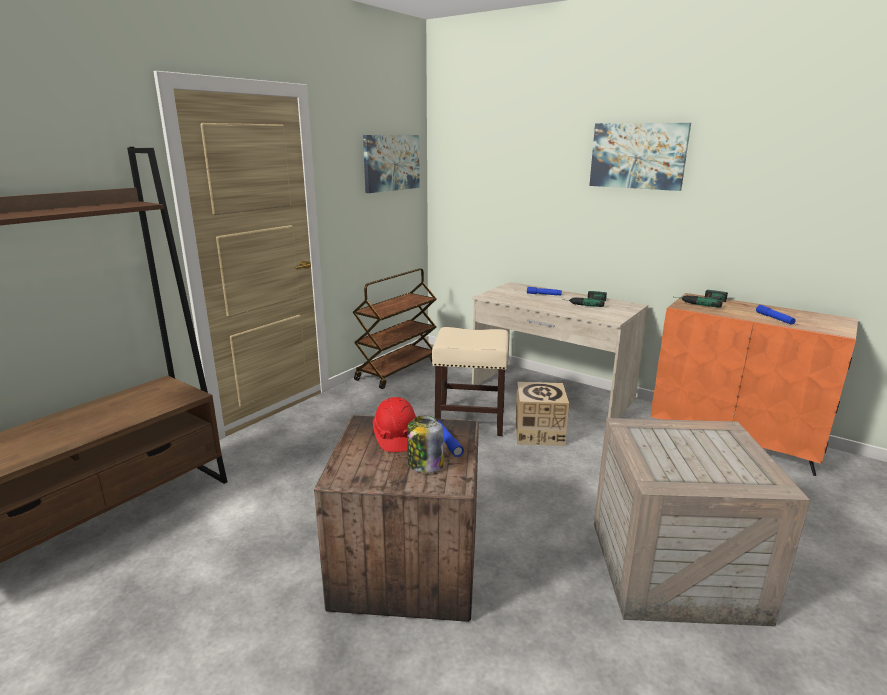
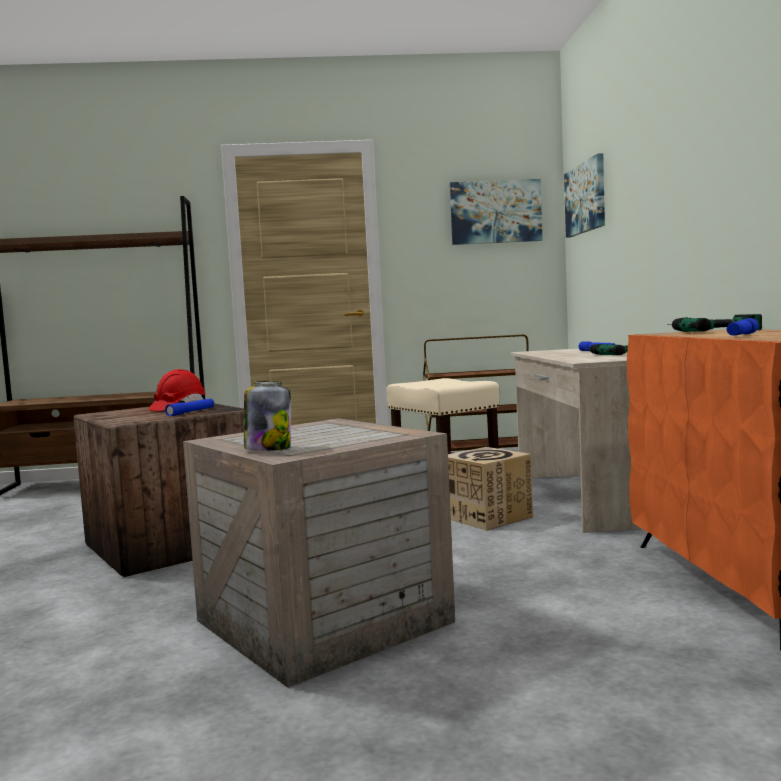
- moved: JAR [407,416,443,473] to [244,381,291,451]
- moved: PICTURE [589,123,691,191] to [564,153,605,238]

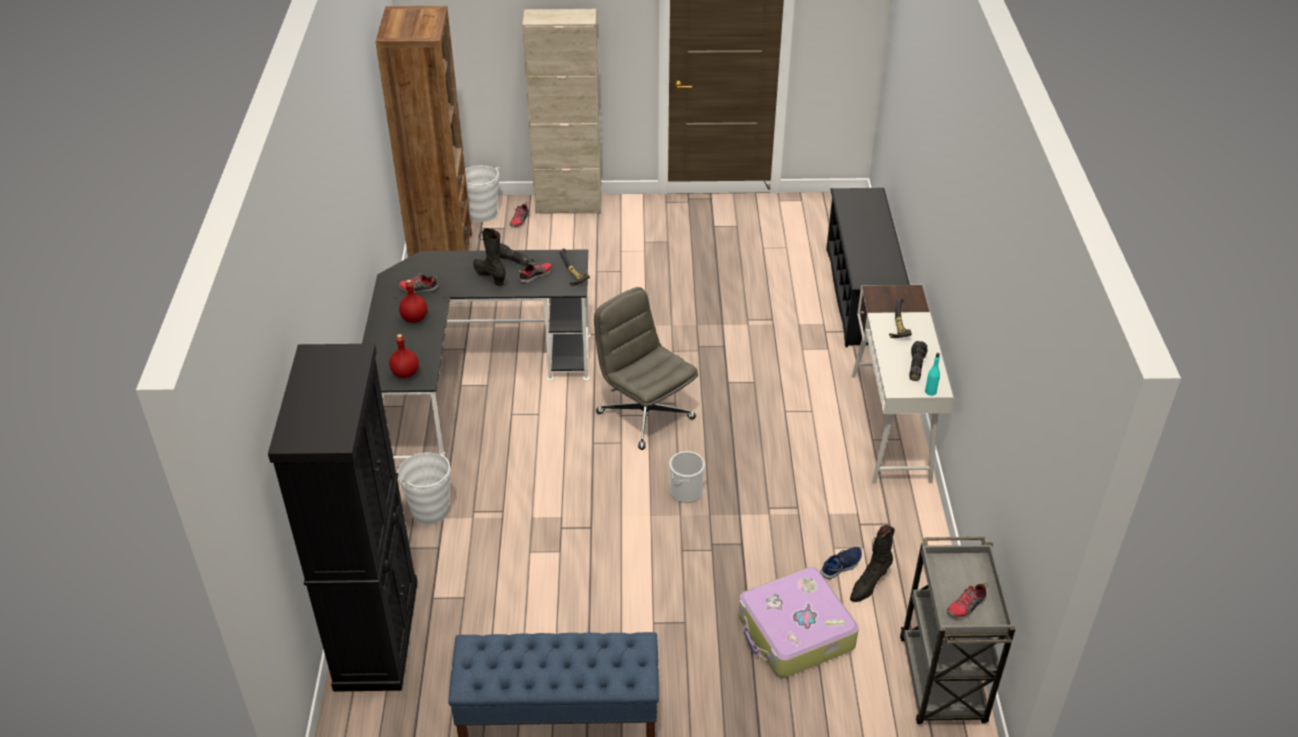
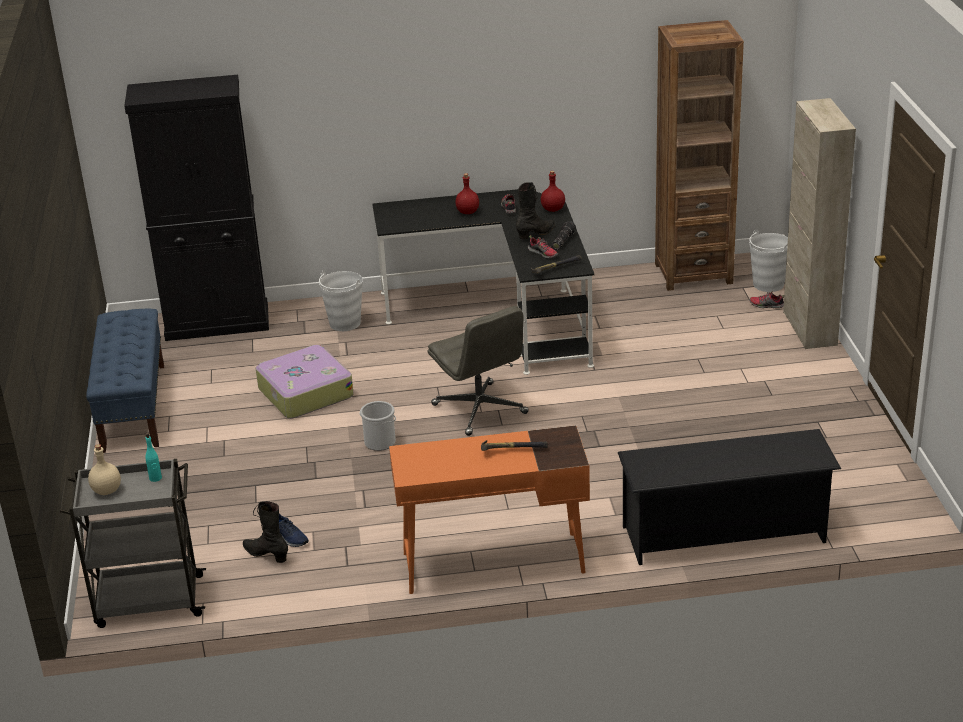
- removed: FLASHLIGHT [909,341,928,381]
- moved: RED BOTTLE [389,334,419,378] to [541,171,565,212]
- moved: SUITCASE [738,567,859,678] to [256,345,354,418]
- moved: TURQUOISE BOTTLE [925,353,940,396] to [145,433,162,482]
- replaced: SHOE [947,582,988,619] to BEIGE BOTTLE [88,444,121,495]
- recoloured: WHITE DESK [851,285,953,484] to ORANGE DESK [389,425,590,594]
- turned: GREY OFFICE CHAIR [594,287,698,450] = [427,306,529,436] 105 degrees clockwise

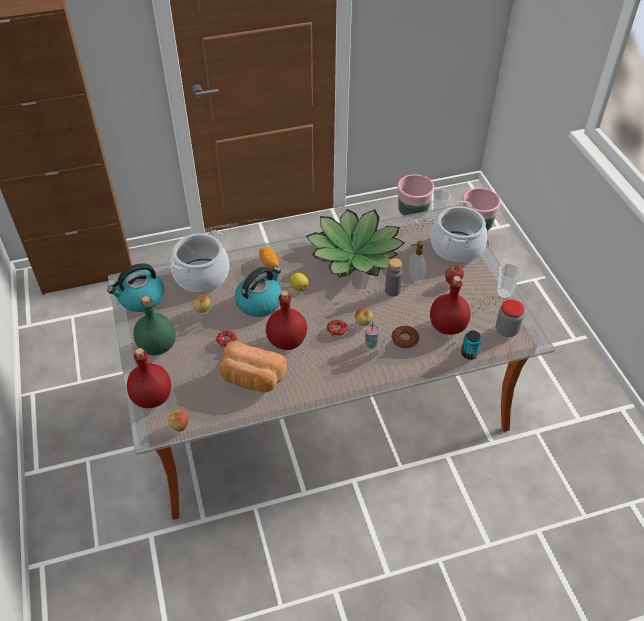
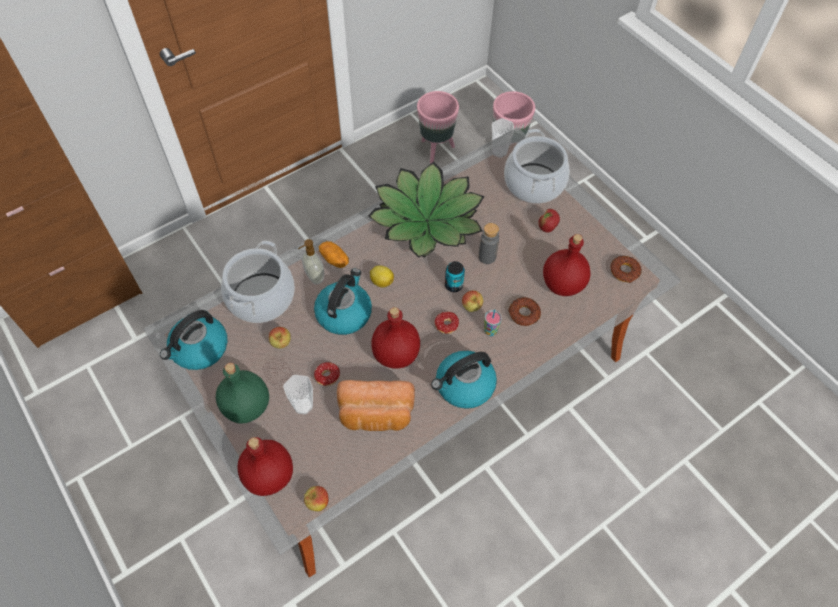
- added: KETTLE [431,351,497,409]
- moved: SOAP DISPENSER [409,241,426,283] to [298,239,324,284]
- moved: CAN [461,330,481,359] to [445,261,465,292]
- moved: CUP [497,263,521,299] to [283,375,313,414]
- replaced: JAR [496,299,525,337] to DONUT [610,256,642,283]

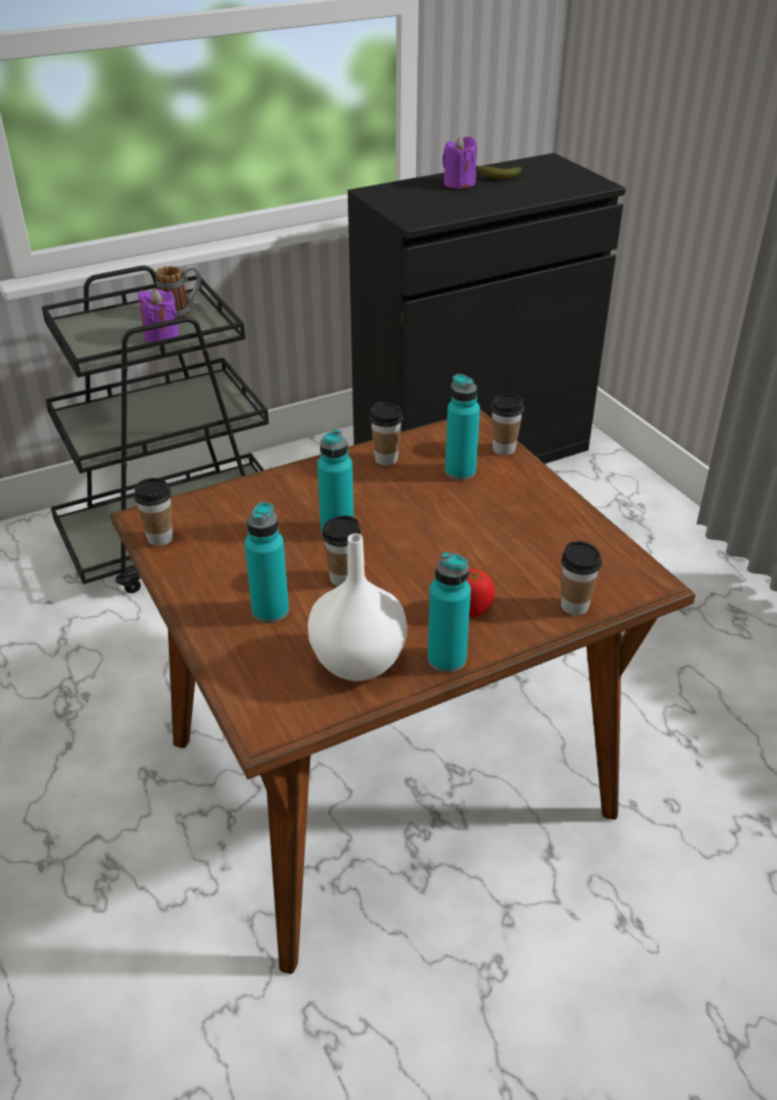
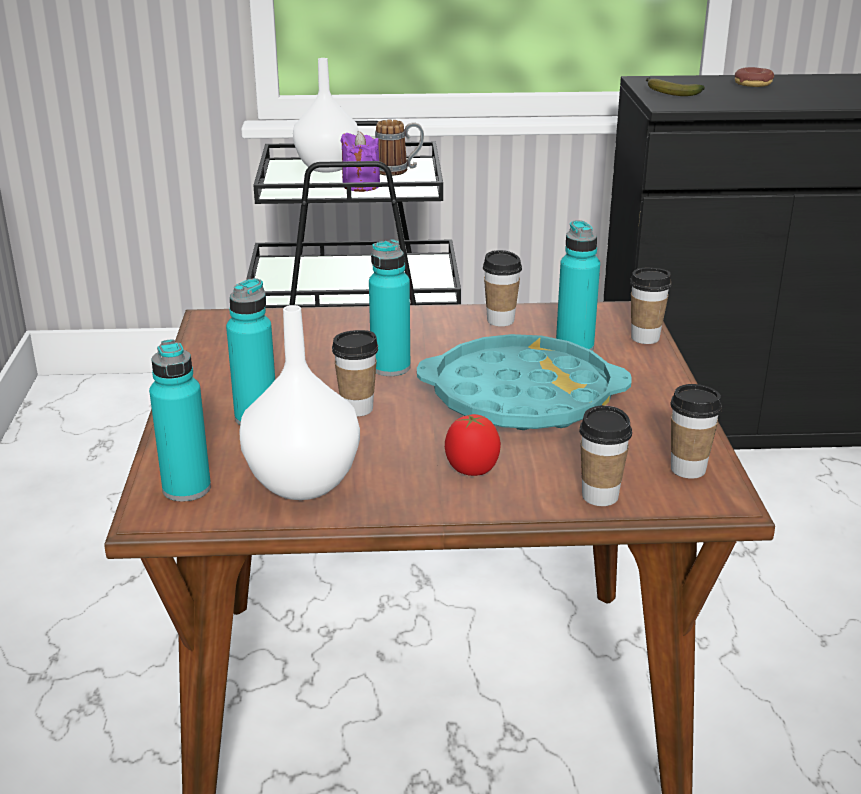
- added: WHITE VASE [293,58,359,173]
- added: TURQUOISE TRAY [417,334,632,430]
- moved: CUP [134,478,173,546] to [670,384,722,479]
- moved: TURQUOISE BOTTLE [427,552,471,673] to [149,339,211,502]
- moved: BANANA [476,166,522,179] to [646,77,705,96]
- replaced: PURPLE CANDLE [442,135,477,189] to DONUT [735,67,774,87]

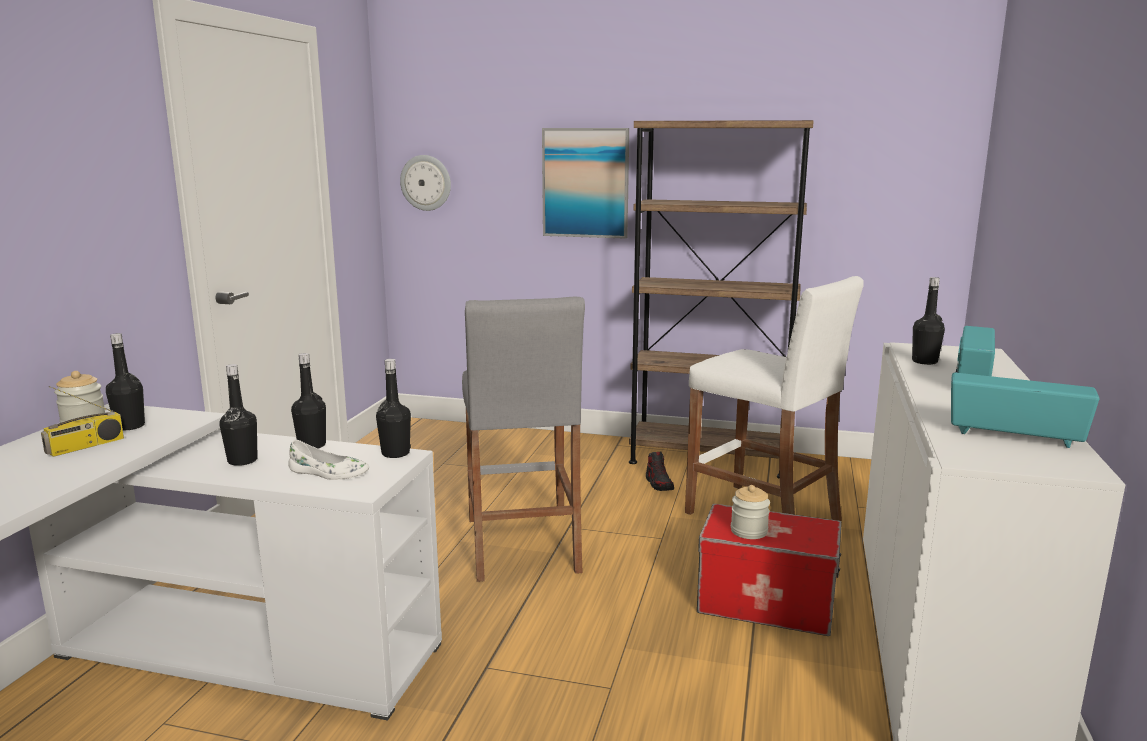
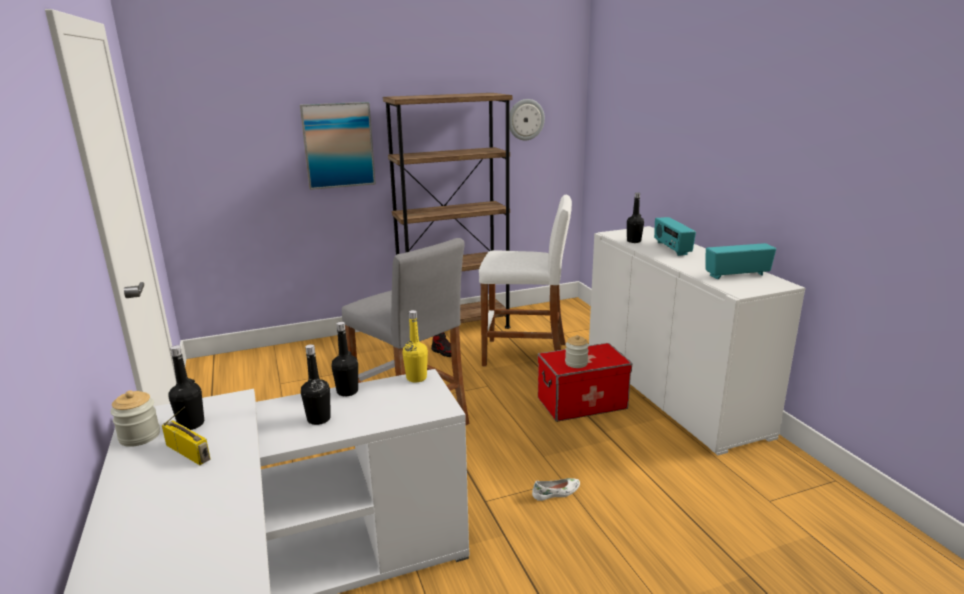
- moved: WHITE SHOE [288,440,369,480] to [532,478,580,501]
- moved: WALL CLOCK [400,155,451,211] to [509,99,545,140]
- recoloured: BLACK BOTTLE [376,359,411,458] to YELLOW BOTTLE [402,310,428,383]
- turned: RADIO [41,386,124,457] = [162,407,211,465] 60 degrees counterclockwise

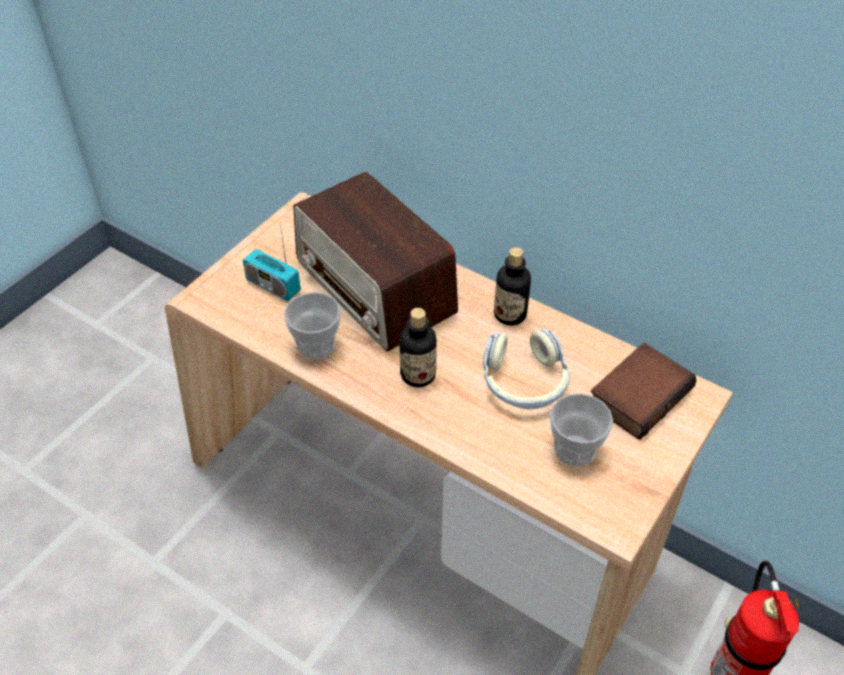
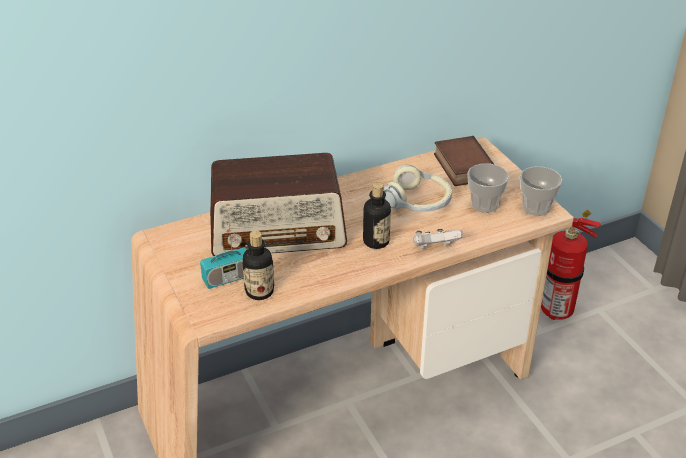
- added: WHITE GAME CONTROLLER [413,229,463,249]
- moved: CUP [284,292,341,359] to [520,166,562,216]
- moved: BOTTLE [494,247,531,326] to [242,231,274,300]

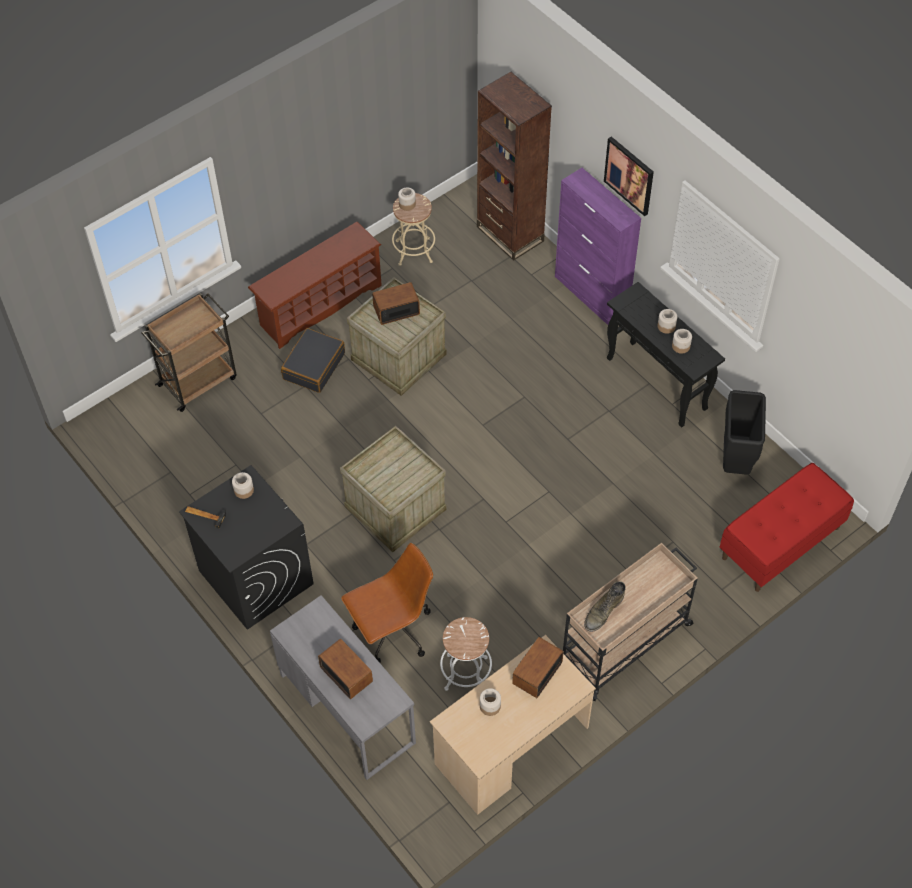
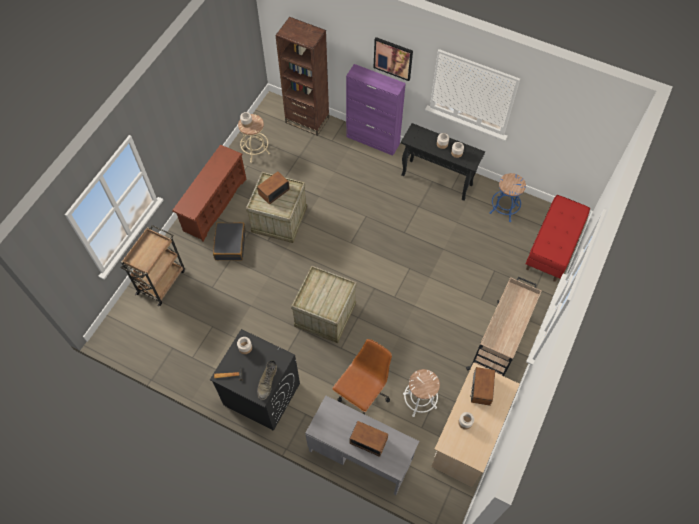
- moved: GREEN BOOT [584,581,626,632] to [257,360,277,400]
- replaced: BLACK TRASH CAN [723,390,766,475] to BLUE STOOL [490,173,526,222]

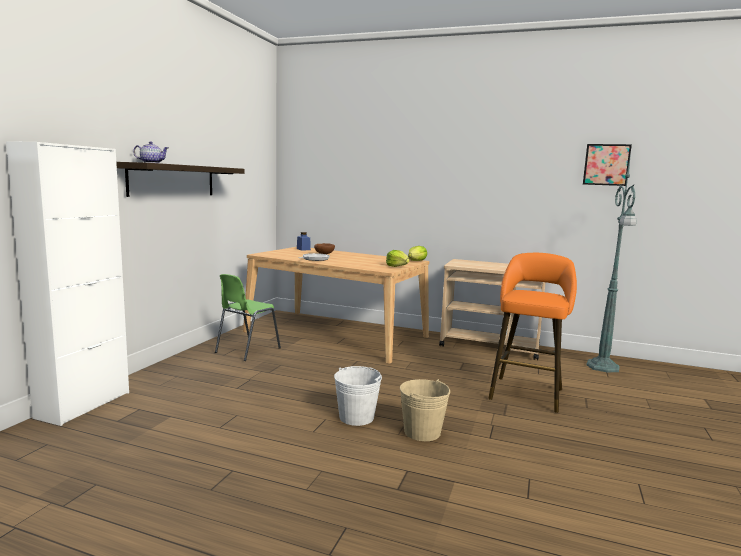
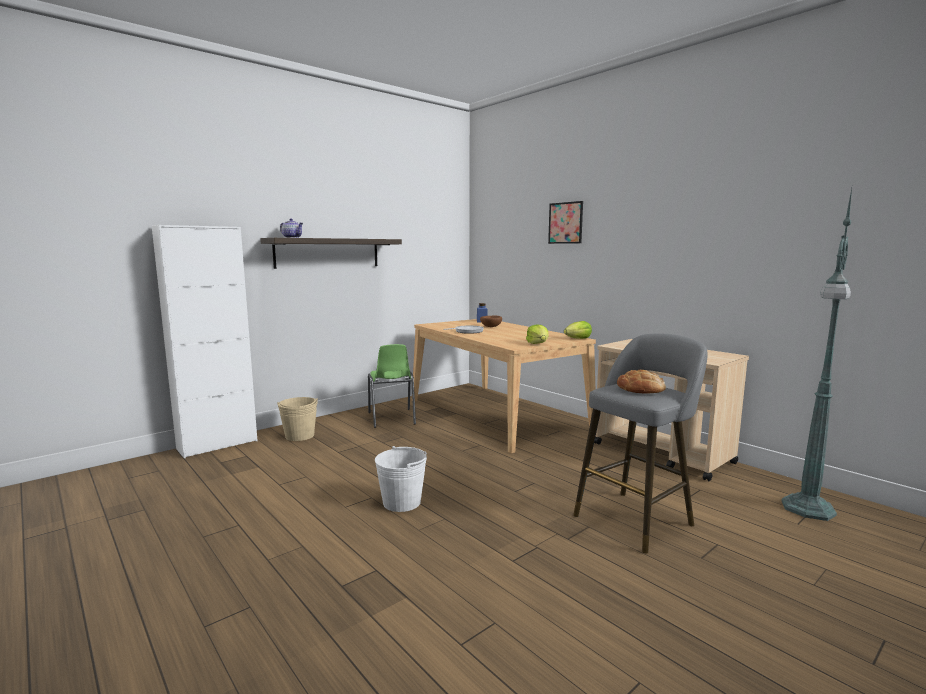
- added: BREAD [617,370,666,394]
- moved: BEIGE BUCKET [400,379,450,441] to [277,397,318,441]
- moved: PICTURE [583,144,632,186] to [548,201,583,244]
- recoloured: ORANGE STOOL [488,253,577,413] to GREY STOOL [573,334,708,553]
- turned: GREEN CHAIR [215,274,281,361] = [368,344,416,428] 75 degrees counterclockwise

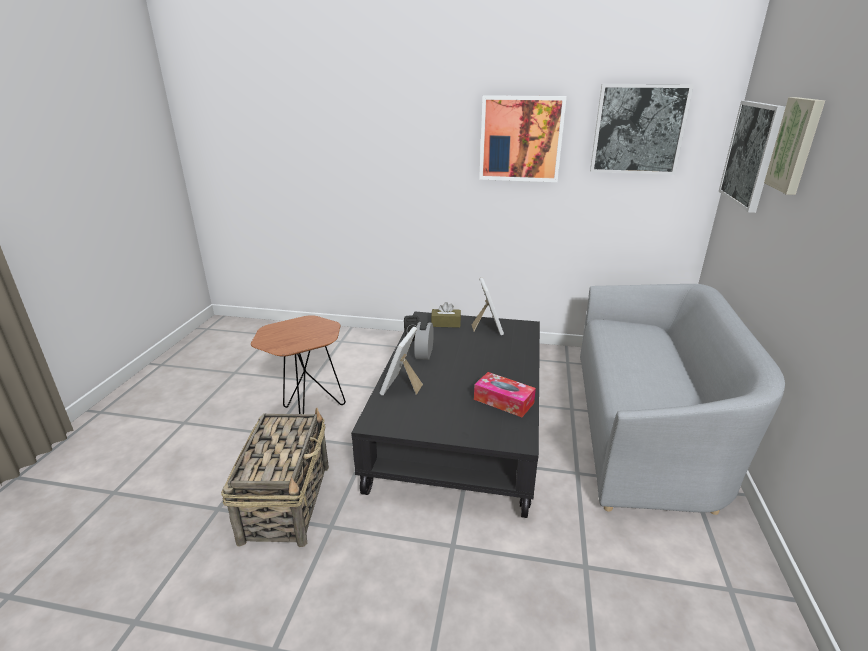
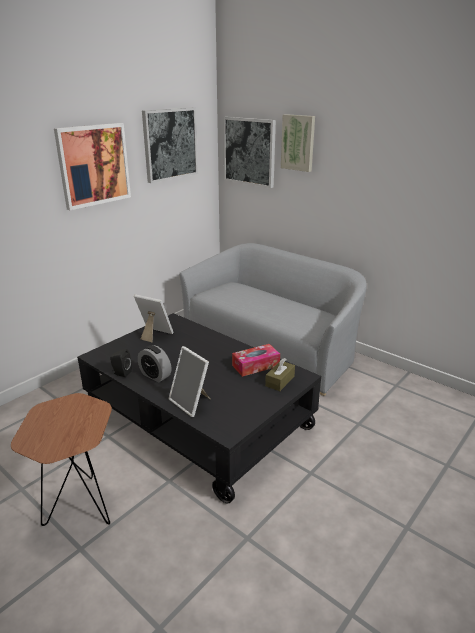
- removed: BASKET [221,408,329,547]
- moved: BROWN TISSUE BOX [431,302,461,328] to [265,358,295,391]

